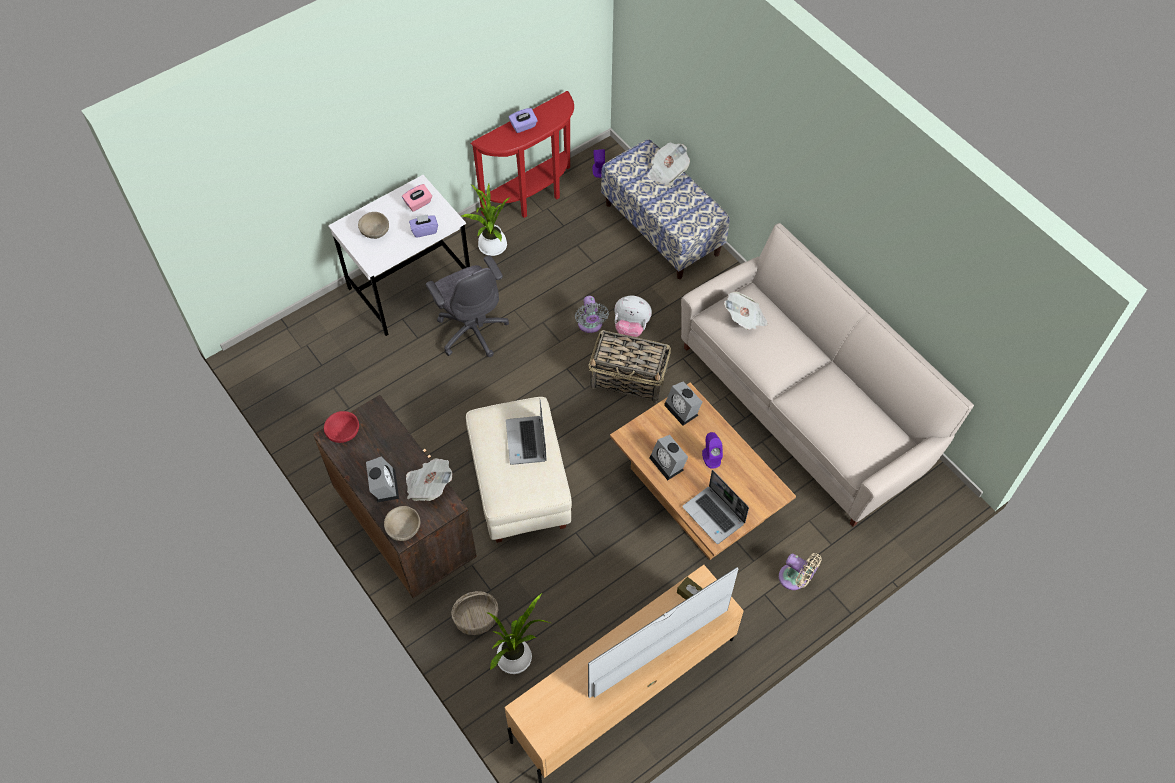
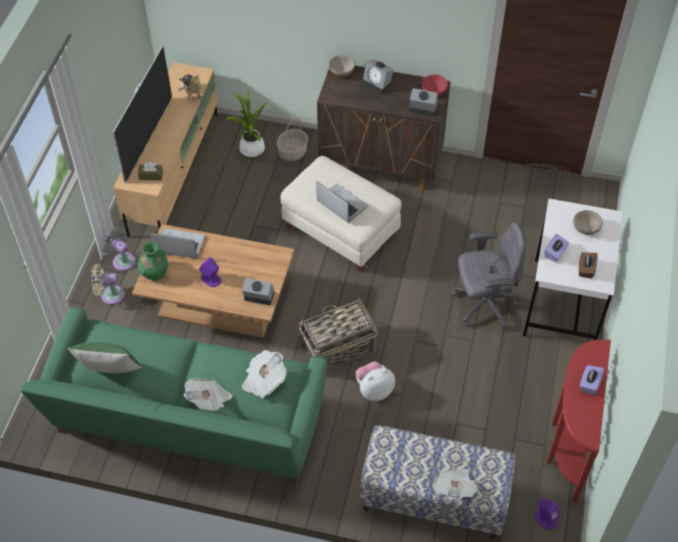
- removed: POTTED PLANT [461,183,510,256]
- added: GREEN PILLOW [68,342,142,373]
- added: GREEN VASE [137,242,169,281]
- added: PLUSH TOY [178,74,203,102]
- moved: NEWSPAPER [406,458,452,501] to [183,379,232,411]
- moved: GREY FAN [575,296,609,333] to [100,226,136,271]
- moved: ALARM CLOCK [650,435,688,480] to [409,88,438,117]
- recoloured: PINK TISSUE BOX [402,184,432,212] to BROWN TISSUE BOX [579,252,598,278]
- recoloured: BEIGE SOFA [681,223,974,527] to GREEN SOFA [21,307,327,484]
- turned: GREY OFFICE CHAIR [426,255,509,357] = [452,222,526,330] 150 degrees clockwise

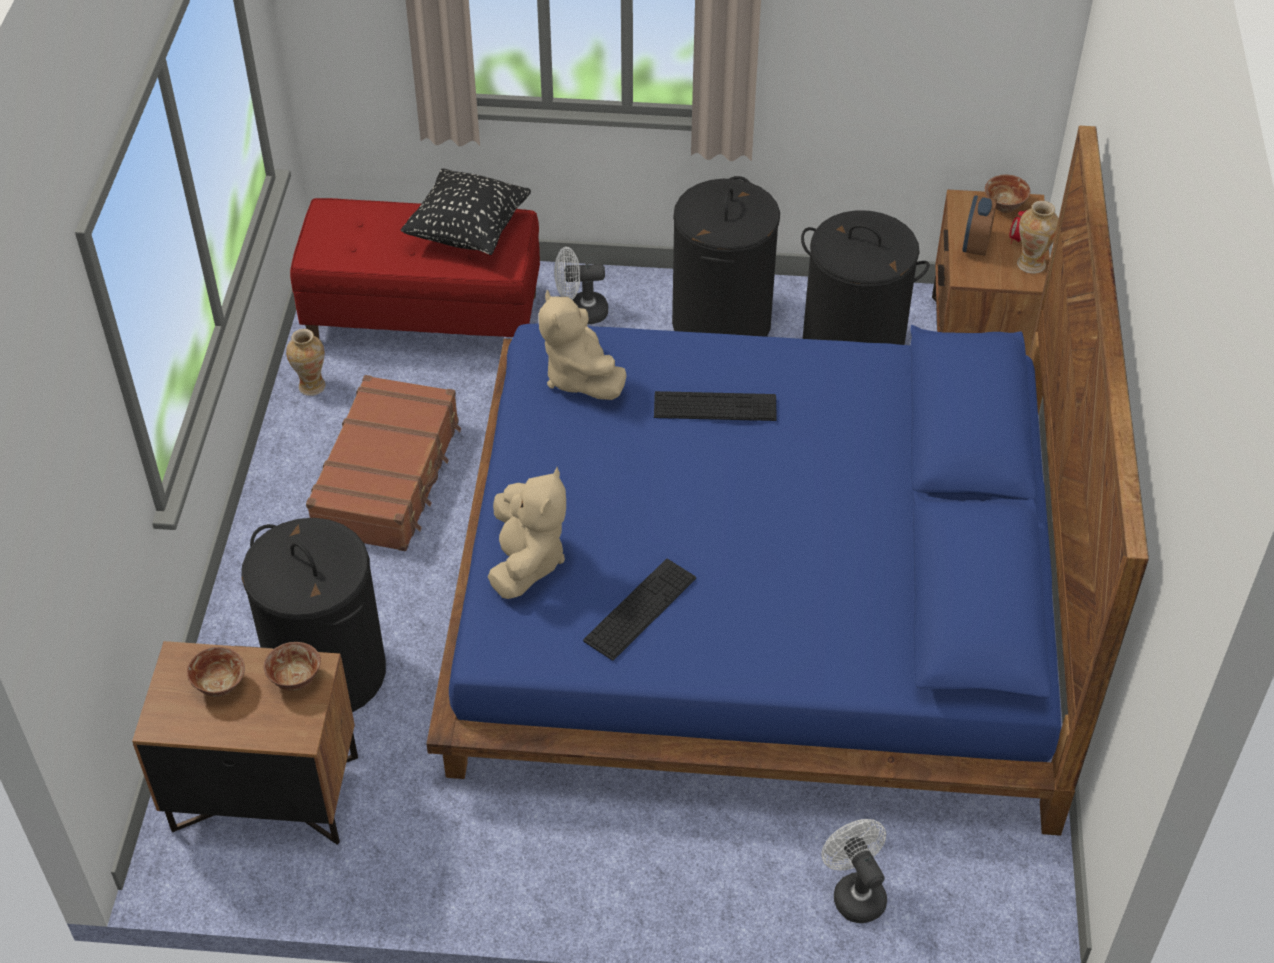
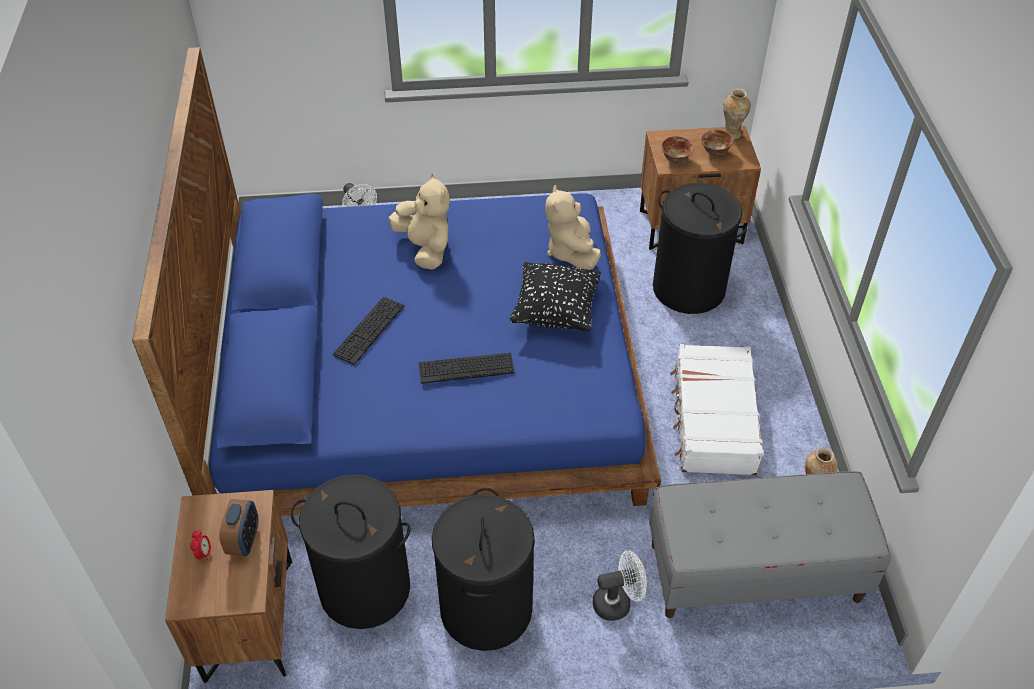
- removed: BOWL [985,175,1030,213]
- moved: BLACK PILLOW [401,168,531,255] to [510,262,601,331]
- moved: BEIGE PLUSH TOY [538,290,627,400] to [388,174,450,270]
- moved: KEYBOARD [583,559,696,661] to [333,297,405,365]
- moved: VASE [1017,201,1059,274] to [723,88,751,139]
- recoloured: RED BENCH [290,198,540,339] to GREY BENCH [649,471,891,618]
- recoloured: BROWN SUITCASE [306,375,461,551] to WHITE SUITCASE [670,344,764,475]

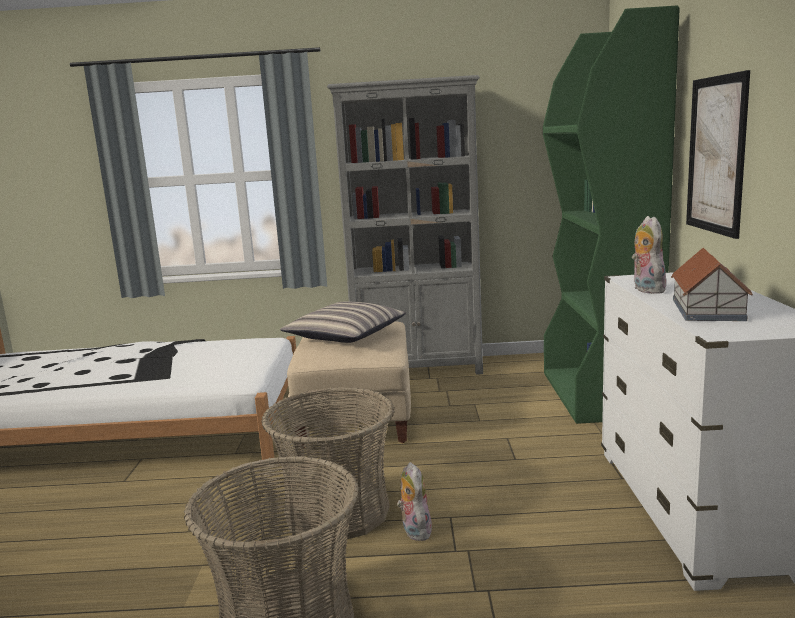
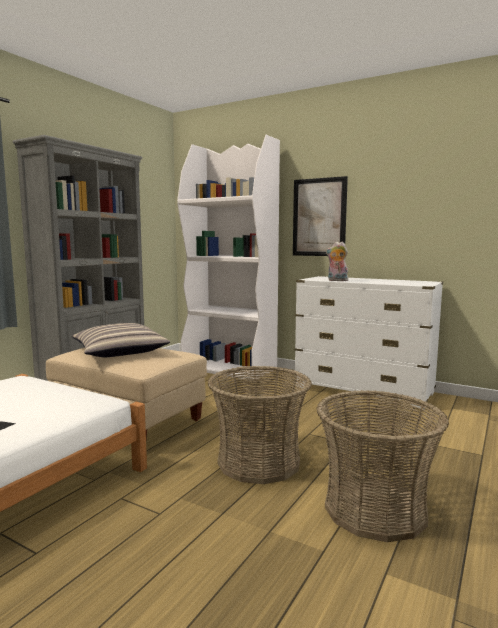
- removed: PLUSH TOY [397,462,432,541]
- removed: TOY HOUSE [671,248,753,321]
- recoloured: GREEN BOOKCASE [543,5,680,424] to WHITE BOOKCASE [177,135,280,379]

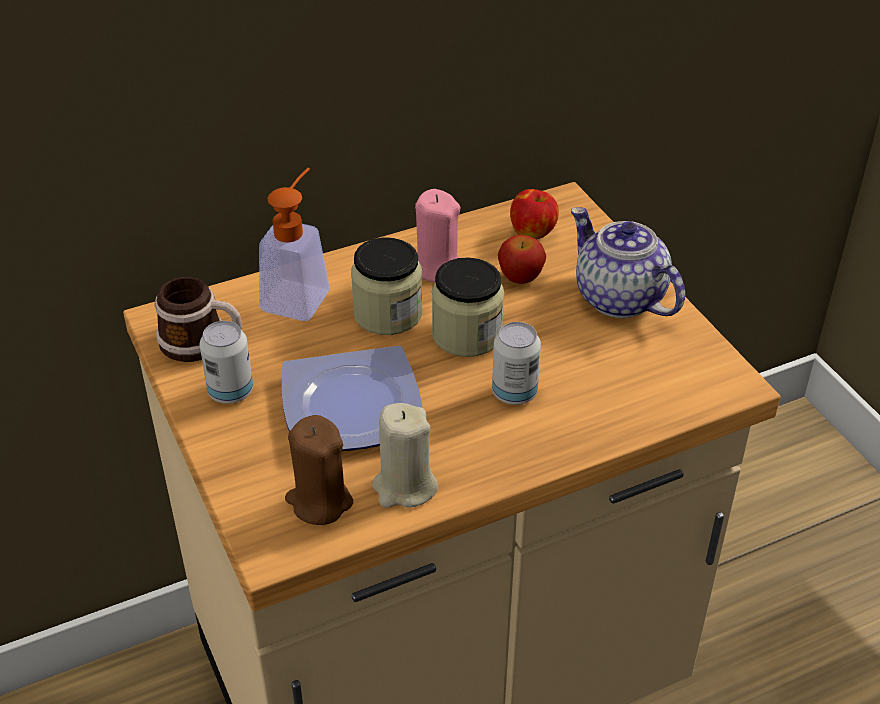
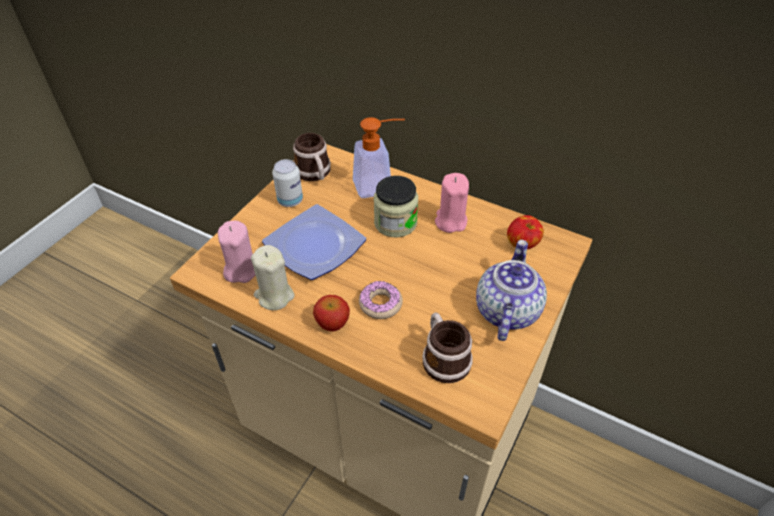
- removed: JAR [432,257,504,357]
- added: MUG [422,312,473,383]
- moved: APPLE [498,235,546,284] to [313,295,350,331]
- replaced: CAN [492,322,541,405] to DONUT [359,281,403,319]
- recoloured: BROWN CANDLE [285,415,353,525] to PINK CANDLE [218,221,255,283]

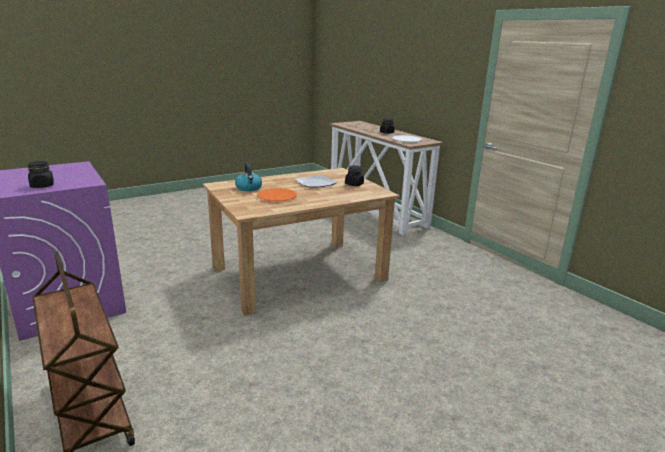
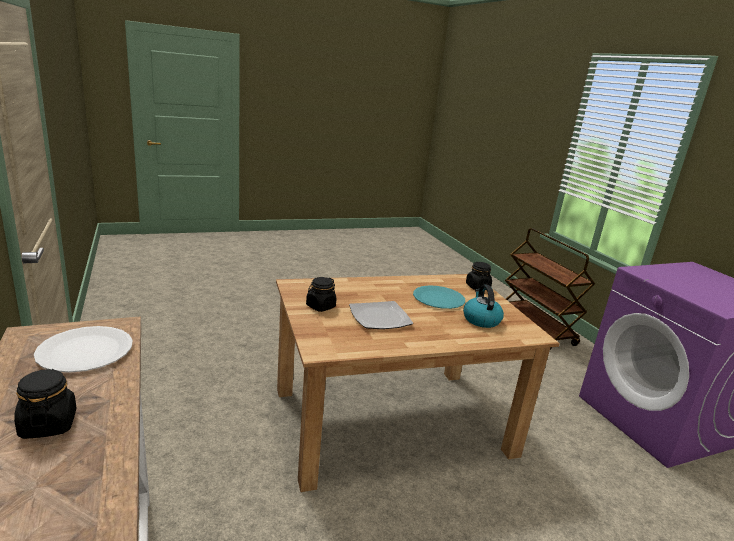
- moved: BLACK JAR [28,161,54,188] to [466,262,492,290]
- recoloured: ORANGE PLATE [257,188,297,201] to TURQUOISE PLATE [413,286,465,309]

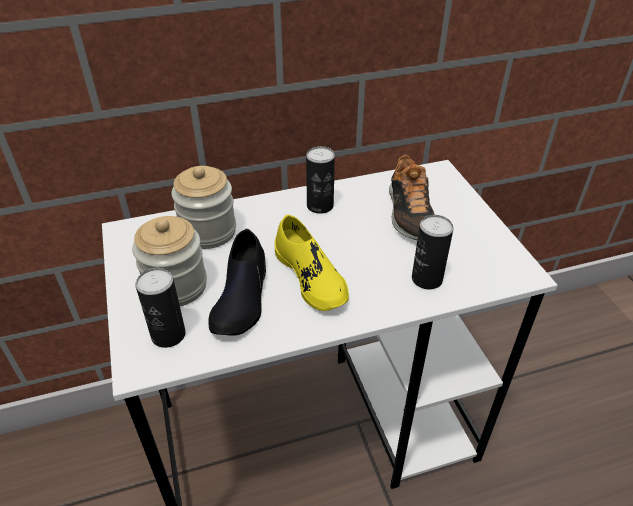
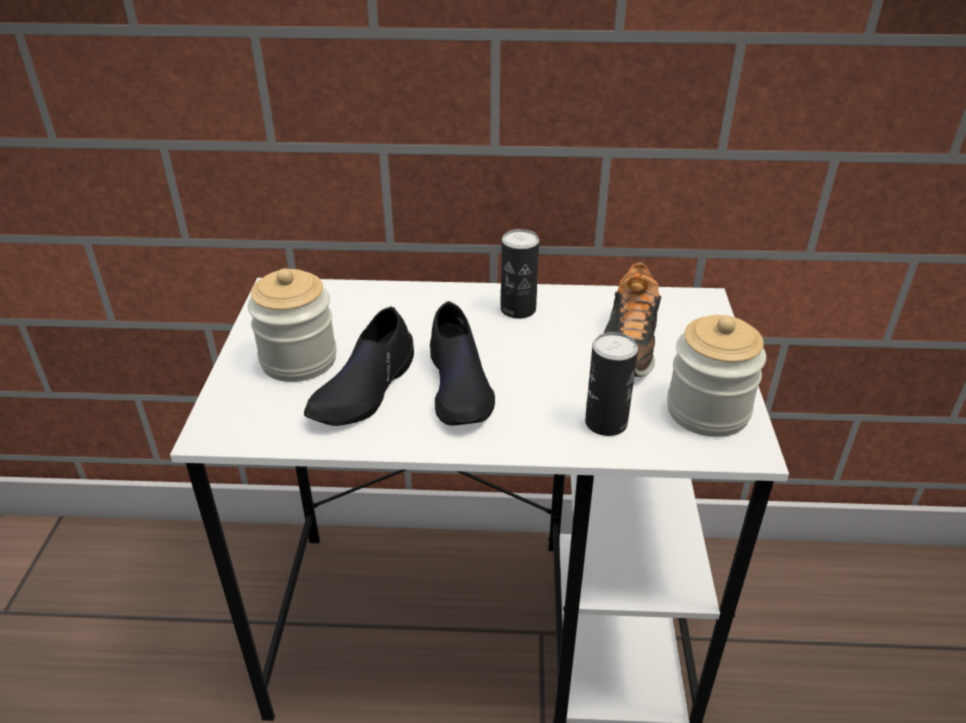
- removed: CAN [135,268,186,348]
- moved: JAR [171,166,236,249] to [667,315,766,437]
- recoloured: YELLOW SHOE [274,214,349,311] to BLACK SHOE [430,301,495,426]

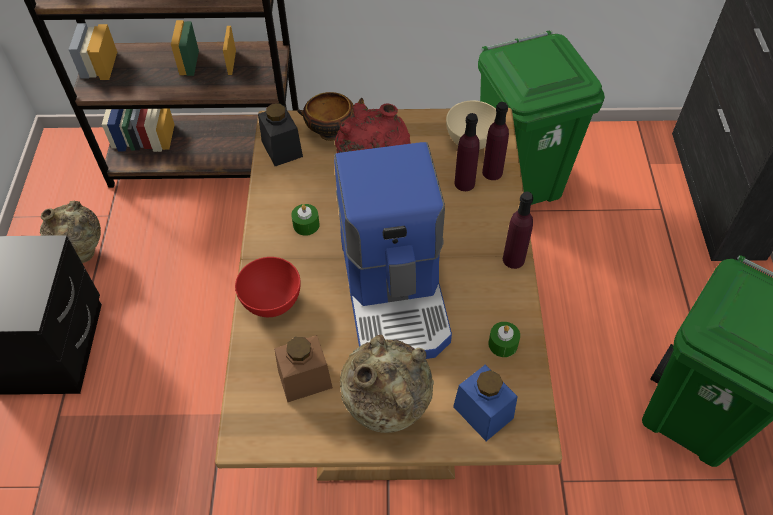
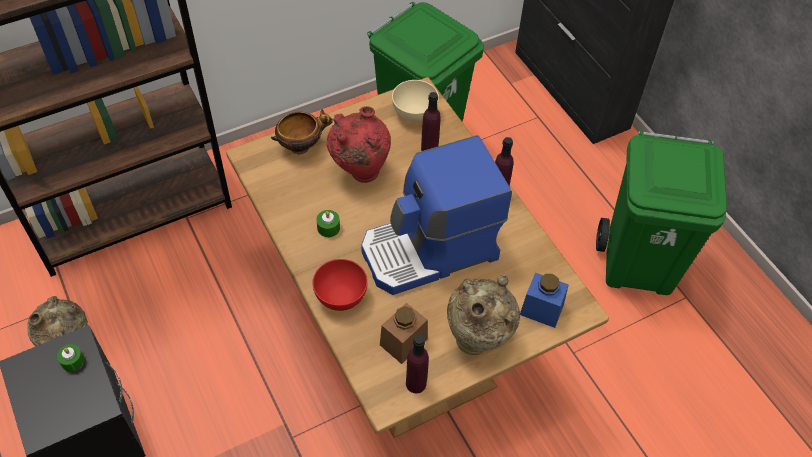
- removed: BLACK JAR [258,103,303,166]
- moved: PURPLE BOTTLE [482,102,509,180] to [406,335,429,393]
- moved: GREEN CANDLE [488,322,520,357] to [57,344,85,372]
- turned: COFFEE MACHINE [334,142,452,359] = [361,135,512,295] 105 degrees clockwise

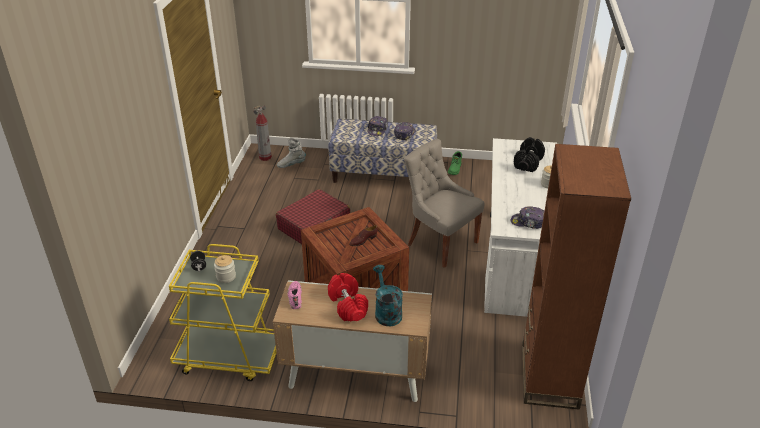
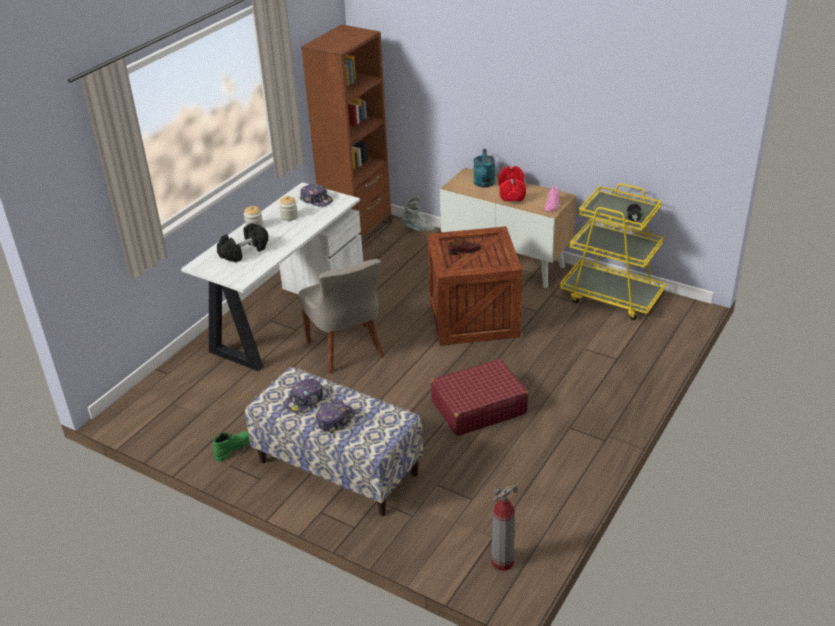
- moved: JAR [214,255,236,283] to [279,196,298,221]
- moved: GREY BOOT [277,137,306,168] to [401,196,436,232]

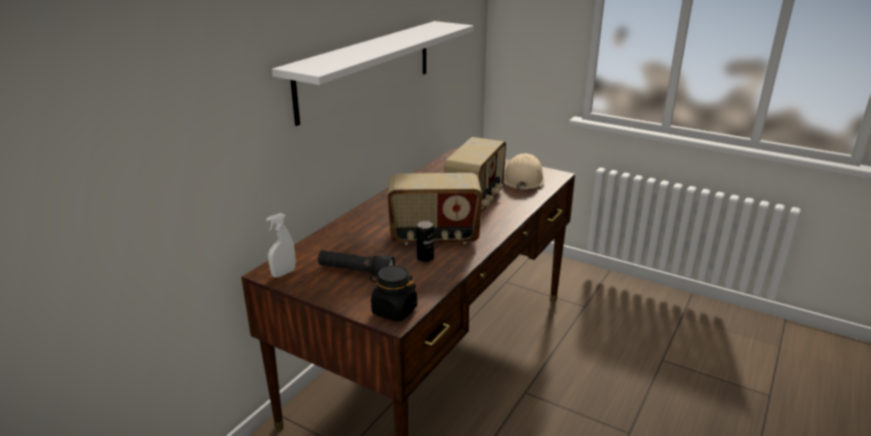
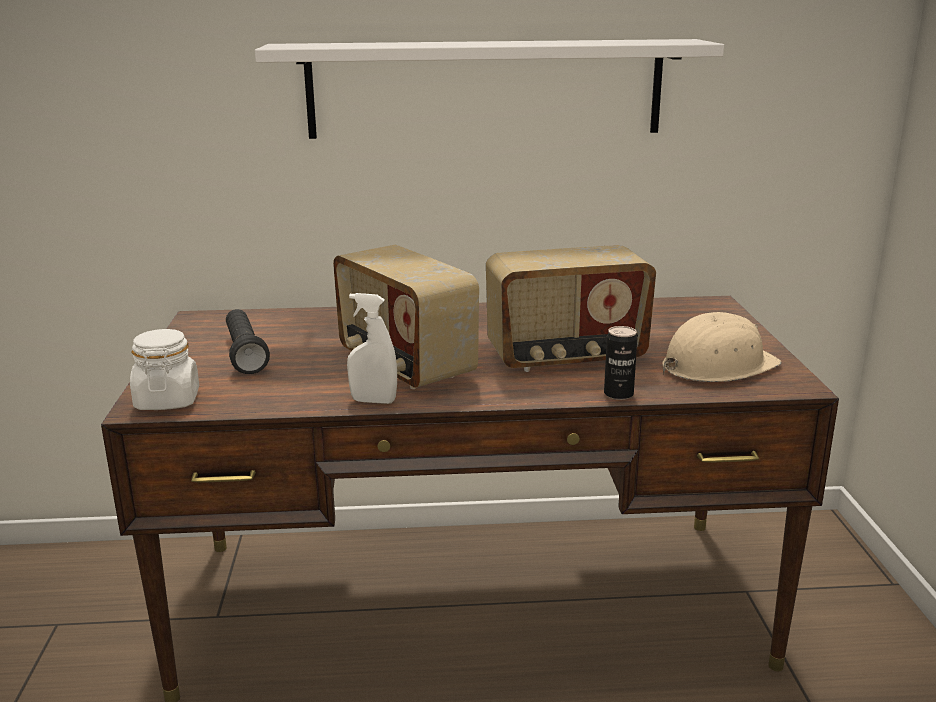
- moved: WHITE SPRAY BOTTLE [266,213,296,278] to [347,293,397,404]
- moved: CAN [416,221,434,262] to [604,326,638,400]
- recoloured: BLACK JAR [370,265,418,321] to WHITE JAR [130,329,199,410]

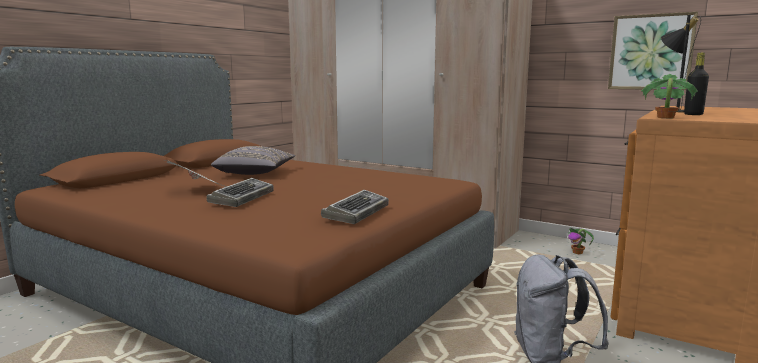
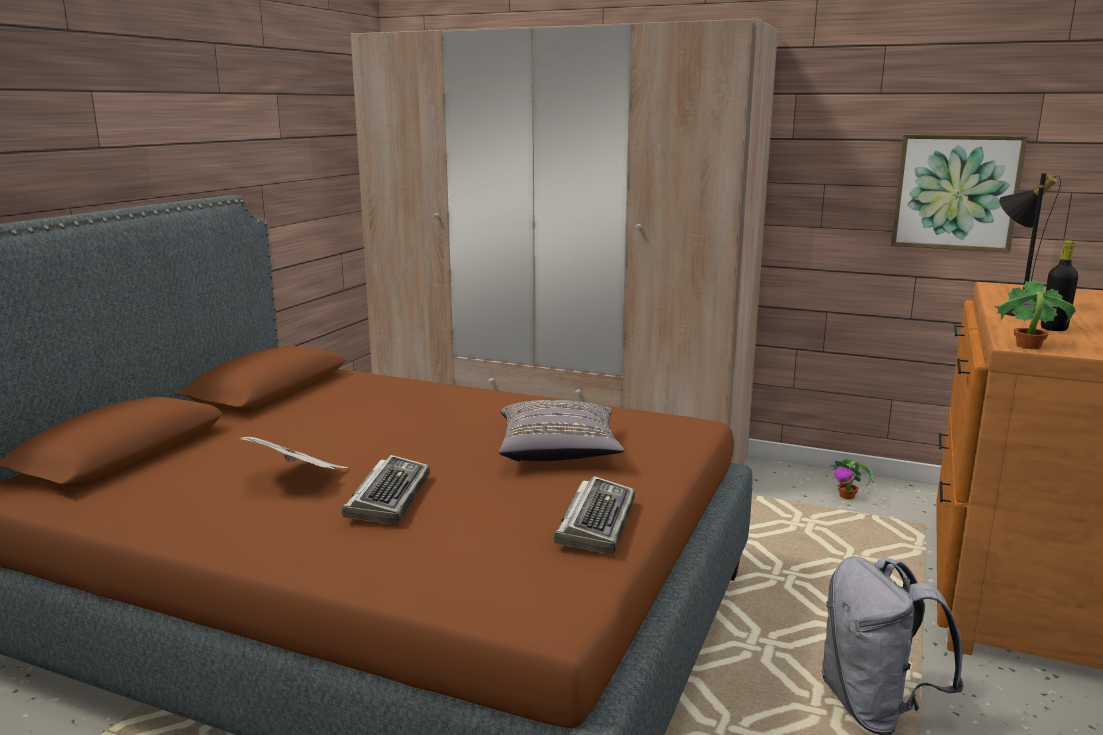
- moved: GREY PILLOW [211,146,295,175] to [499,400,624,461]

